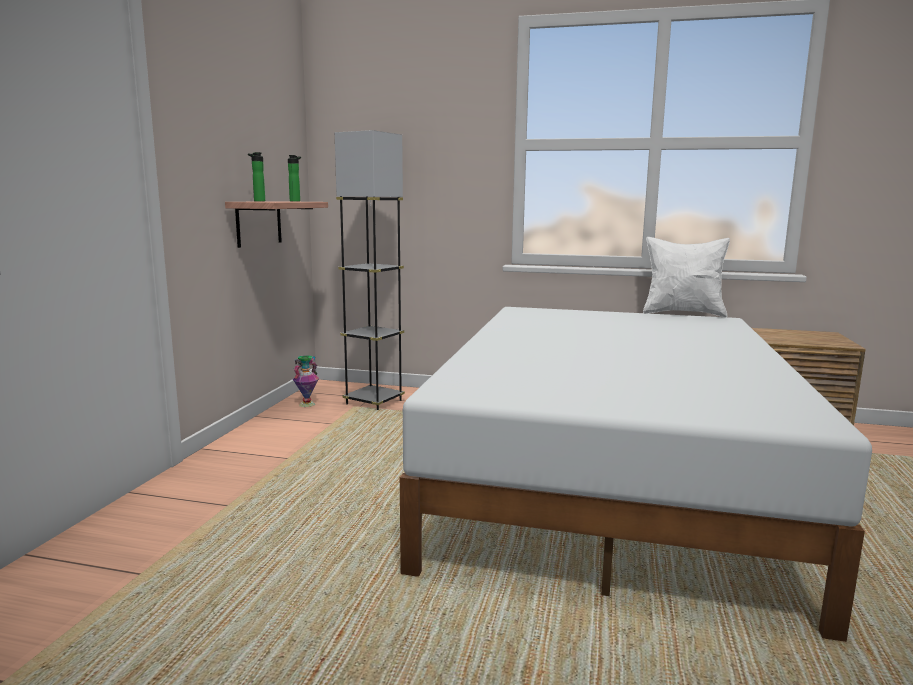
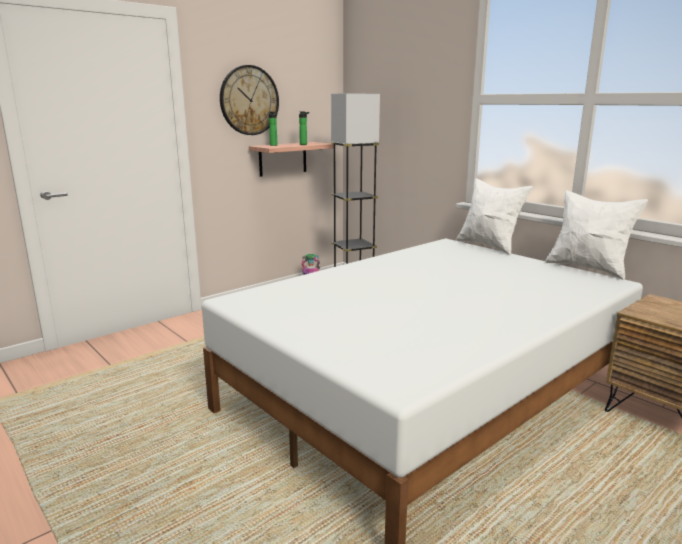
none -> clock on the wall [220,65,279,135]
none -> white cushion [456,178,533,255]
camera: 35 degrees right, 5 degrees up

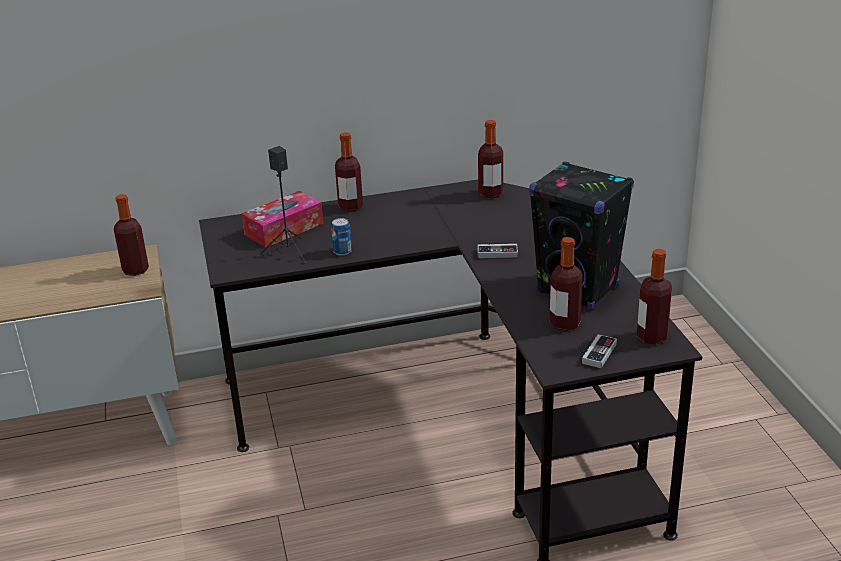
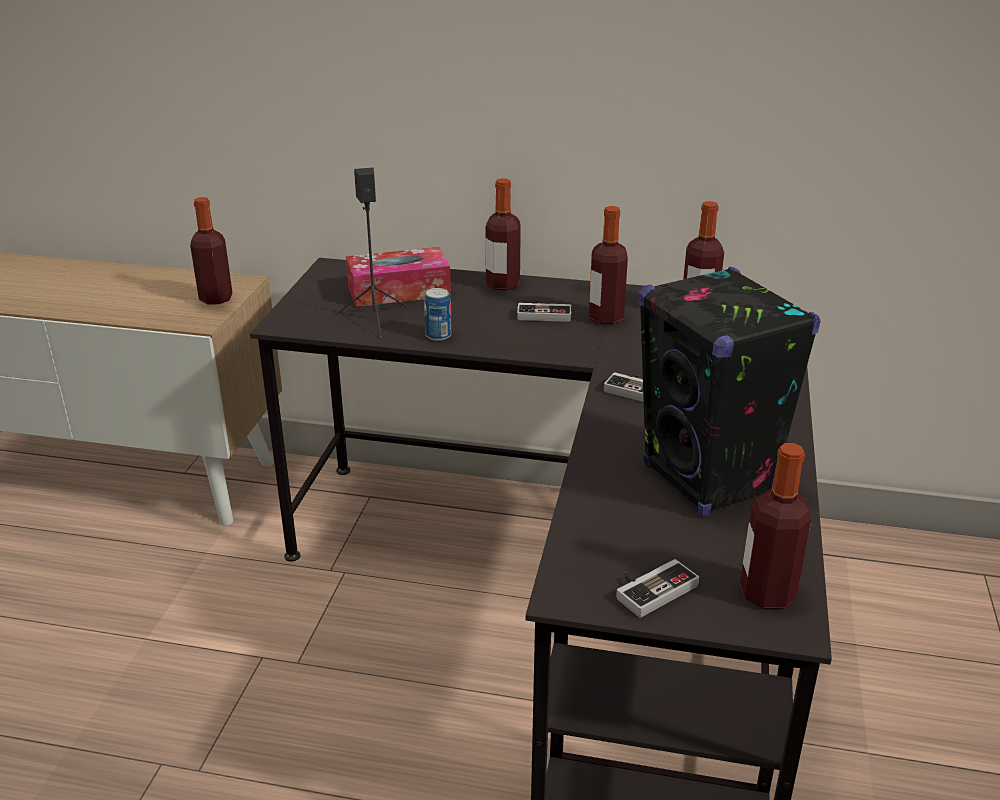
beverage bottle [550,237,583,331] -> beverage bottle [589,206,628,324], move
none -> joypad [517,301,571,322]
camera: 25 degrees right, 0 degrees up

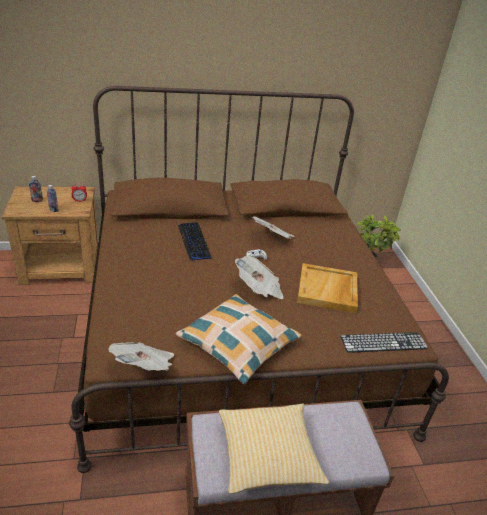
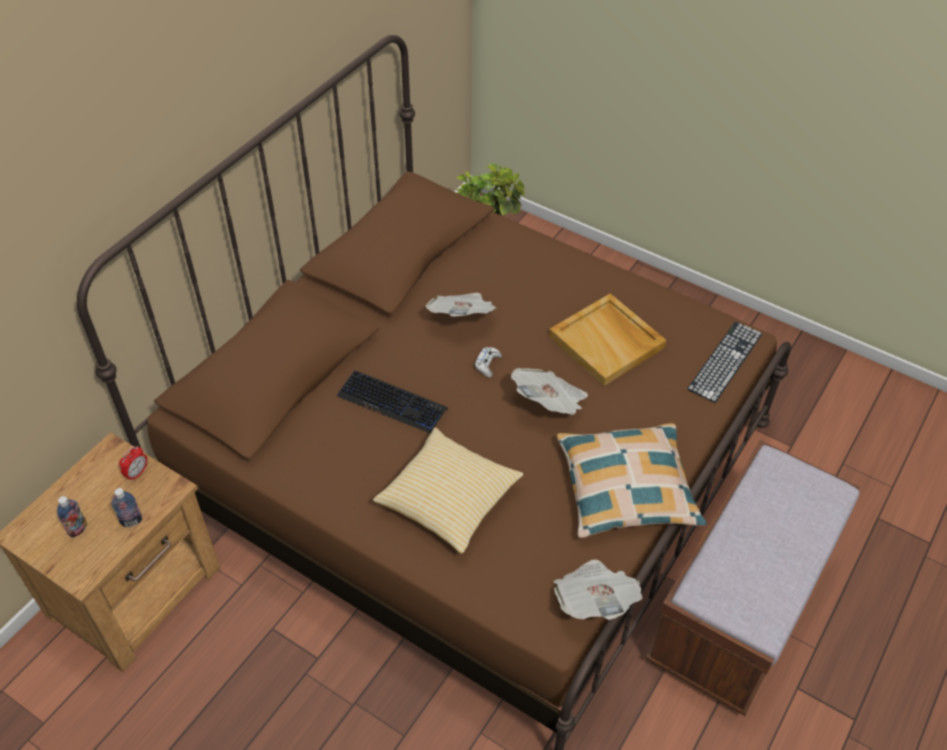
cushion [219,403,329,494] -> cushion [373,427,523,554], move
camera: 45 degrees left, 15 degrees up

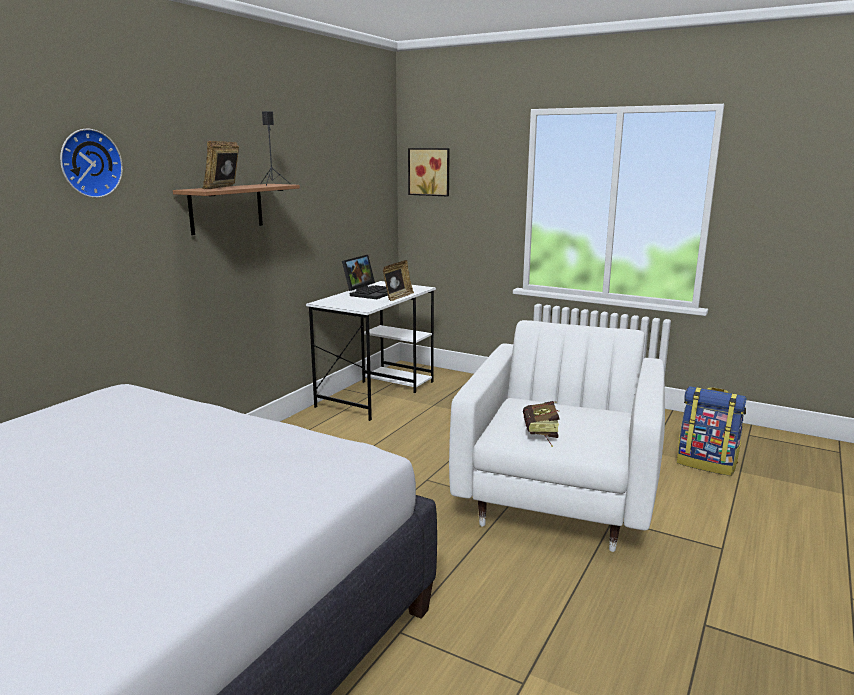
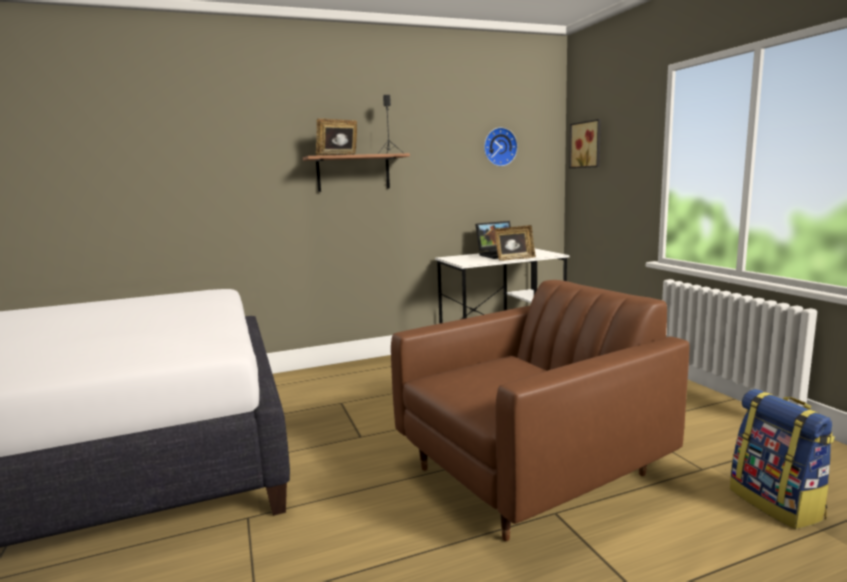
clock on the wall [60,129,123,198] -> clock on the wall [484,127,518,166], move
white armchair [449,320,665,552] -> brownish armchair [391,280,689,541]
bound book [523,401,560,447] -> none
camera: 40 degrees right, 5 degrees down

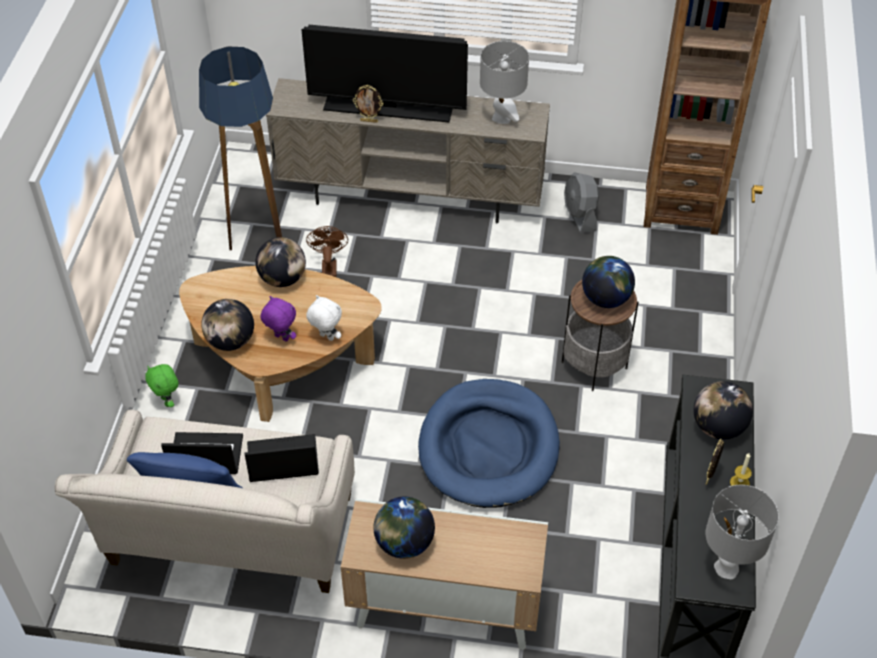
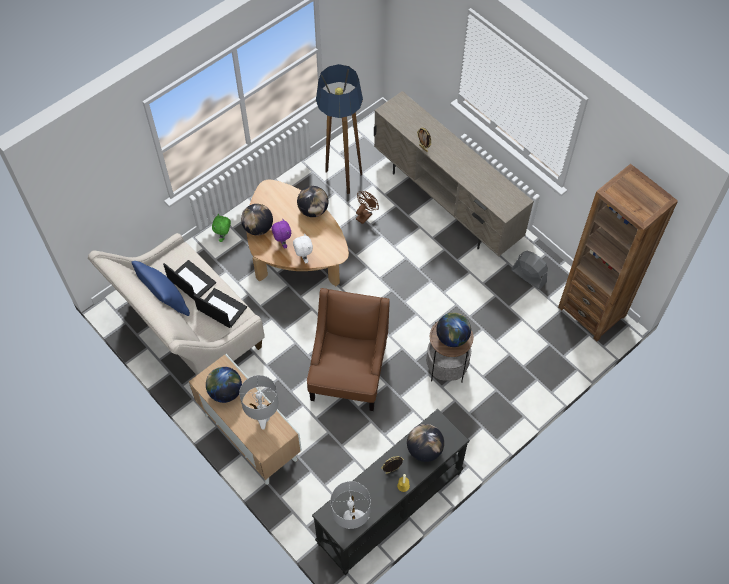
television [301,25,468,122] -> none
blue dog bed [418,379,560,508] -> brownish armchair [307,288,390,411]
grey lamp for a table [480,41,529,124] -> grey lamp for a table [239,375,279,430], move
grey fan [564,172,599,234] -> grey fan [511,251,548,289], 105 degrees clockwise
camera: 40 degrees right, 10 degrees up

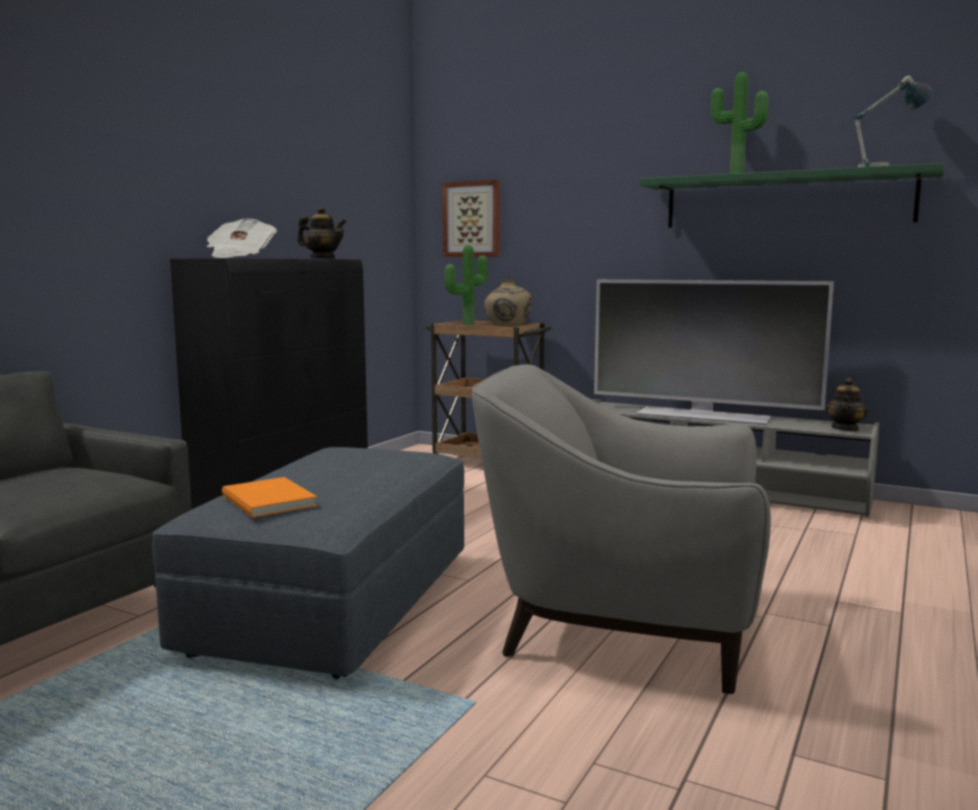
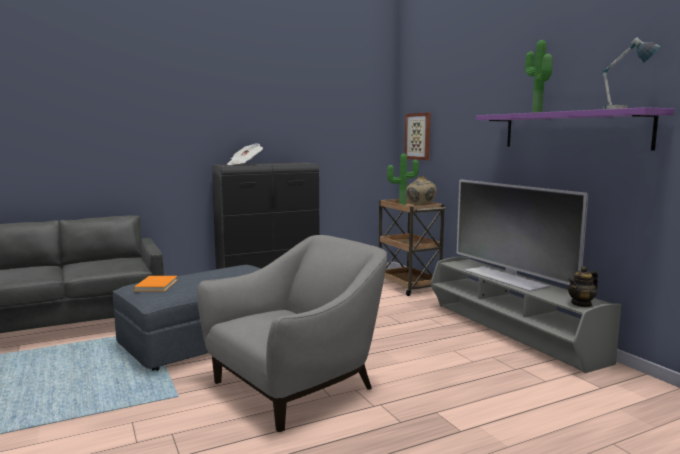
pot for tea [297,206,346,259] -> none
grey armchair [472,364,771,694] -> grey armchair [197,235,387,432], 90 degrees clockwise
green-coloured wall shelf [639,163,945,228] -> purple wall shelf [476,107,674,151]
camera: 35 degrees right, 0 degrees up

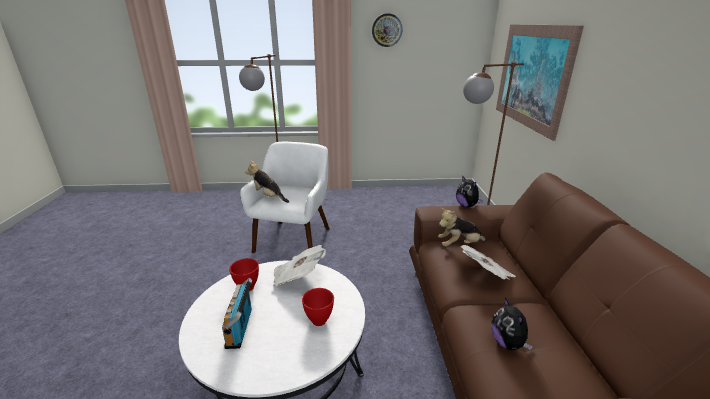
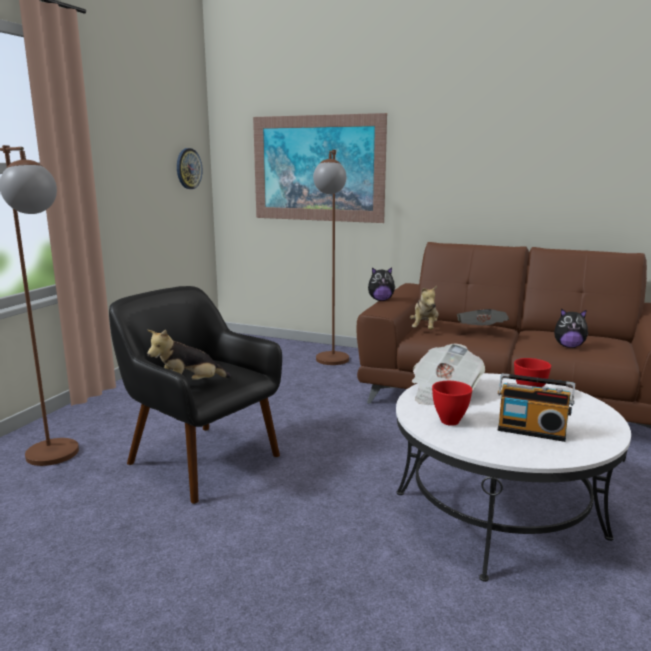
white armchair [240,142,330,253] -> black armchair [109,286,282,504]
clock on the wall [372,13,402,47] -> clock on the wall [177,148,202,189], move
camera: 65 degrees left, 10 degrees down

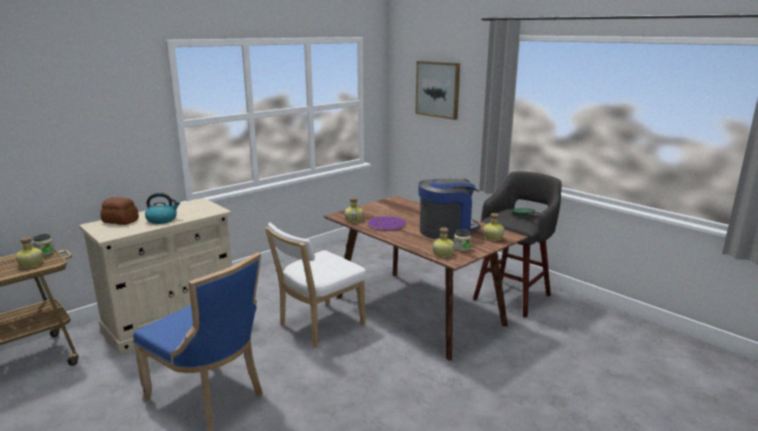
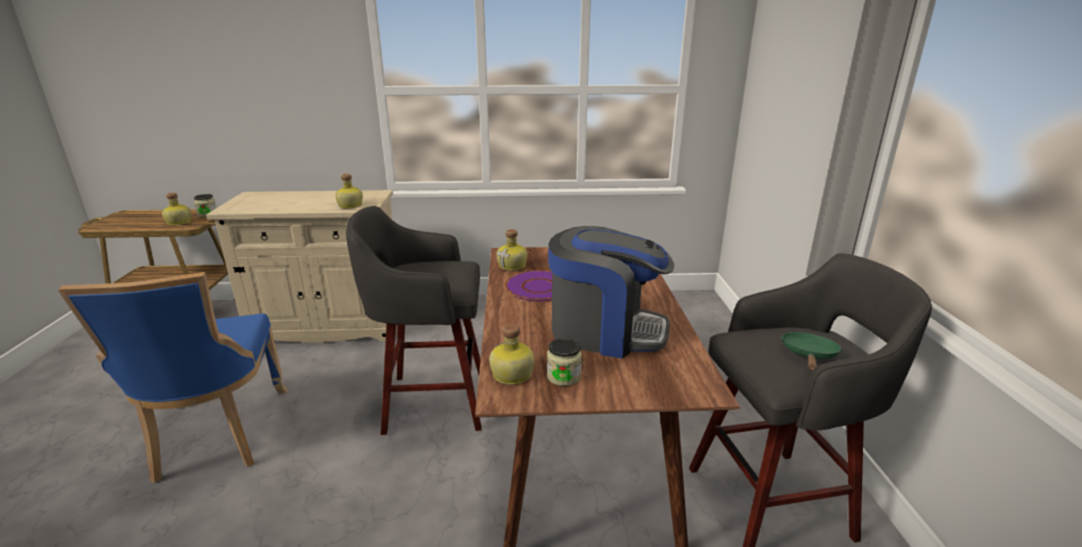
bakery bread [100,197,139,225] -> none
tea kettle [145,193,180,224] -> none
white chair [265,222,367,347] -> grey stool seat [346,206,482,435]
wall art [415,61,460,120] -> none
beverage bottle [483,213,504,241] -> beverage bottle [335,174,363,208], move
camera: 40 degrees right, 5 degrees up

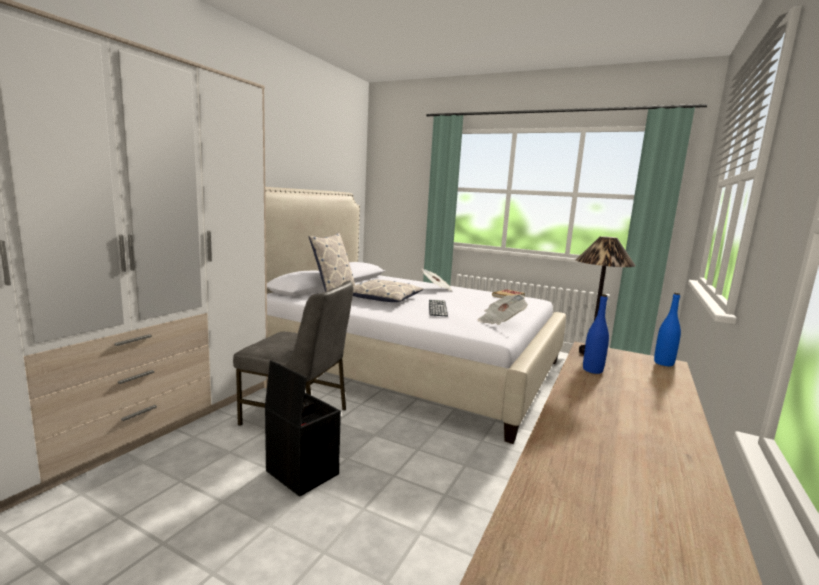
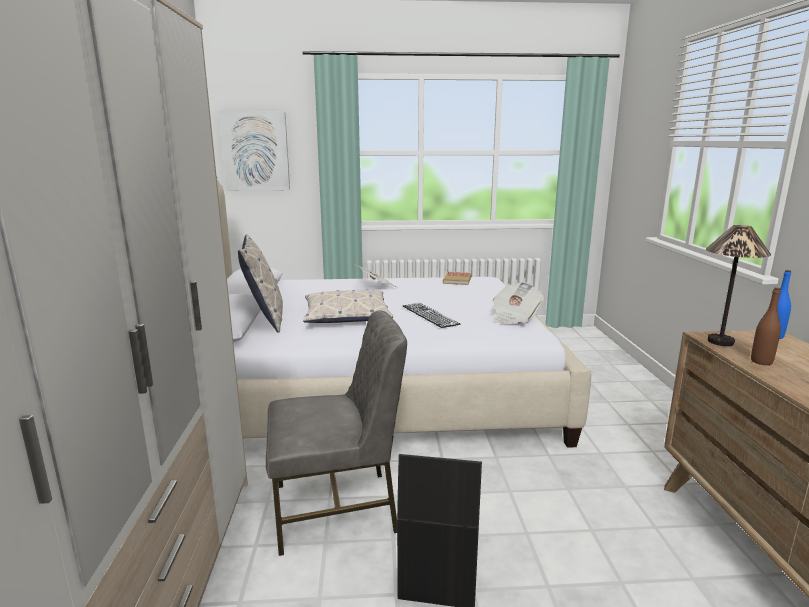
blue beverage bottle [583,294,609,374] -> brownish beverage bottle [751,288,781,365]
none -> wall art [219,111,290,190]
camera: 30 degrees left, 5 degrees up

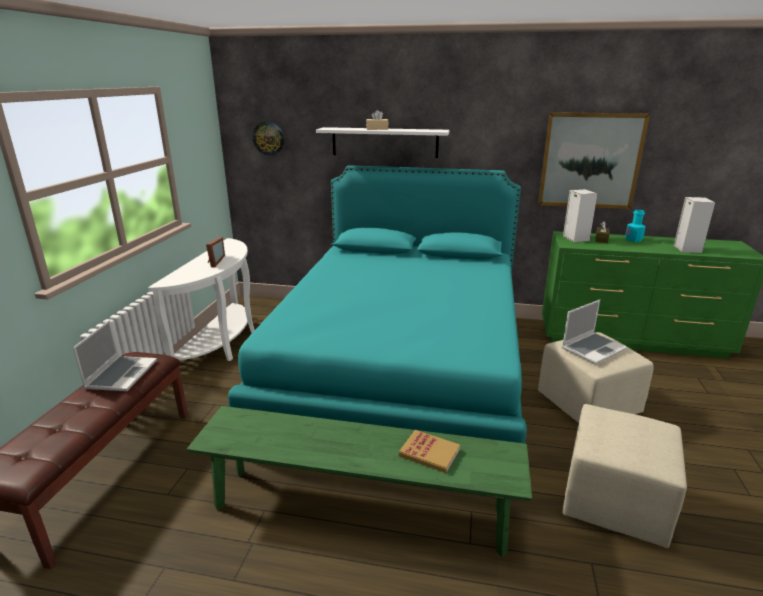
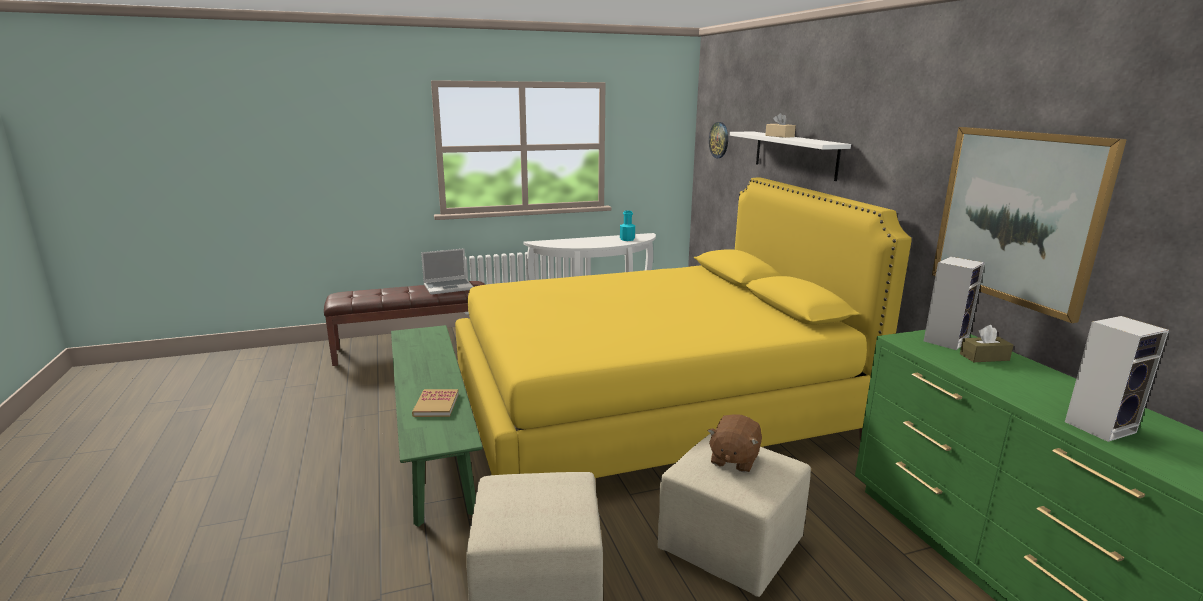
standing frame [206,237,225,267] -> none
turquoise bed [228,165,527,443] -> yellow-coloured bed [455,177,912,478]
laptop [562,300,627,364] -> brownish cuddly toy [708,414,762,473]
turquoise beverage bottle [625,210,646,242] -> turquoise beverage bottle [620,211,635,241], move
camera: 60 degrees right, 5 degrees down

